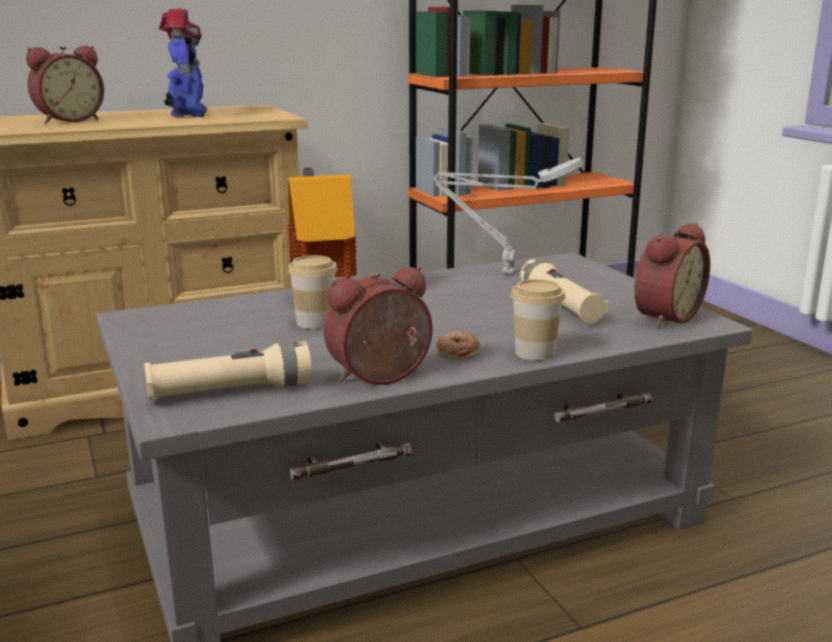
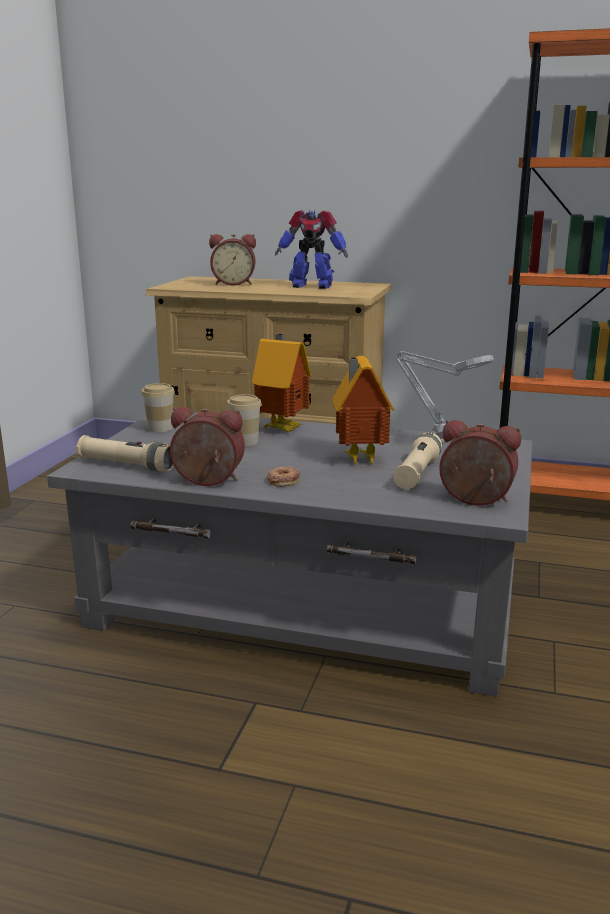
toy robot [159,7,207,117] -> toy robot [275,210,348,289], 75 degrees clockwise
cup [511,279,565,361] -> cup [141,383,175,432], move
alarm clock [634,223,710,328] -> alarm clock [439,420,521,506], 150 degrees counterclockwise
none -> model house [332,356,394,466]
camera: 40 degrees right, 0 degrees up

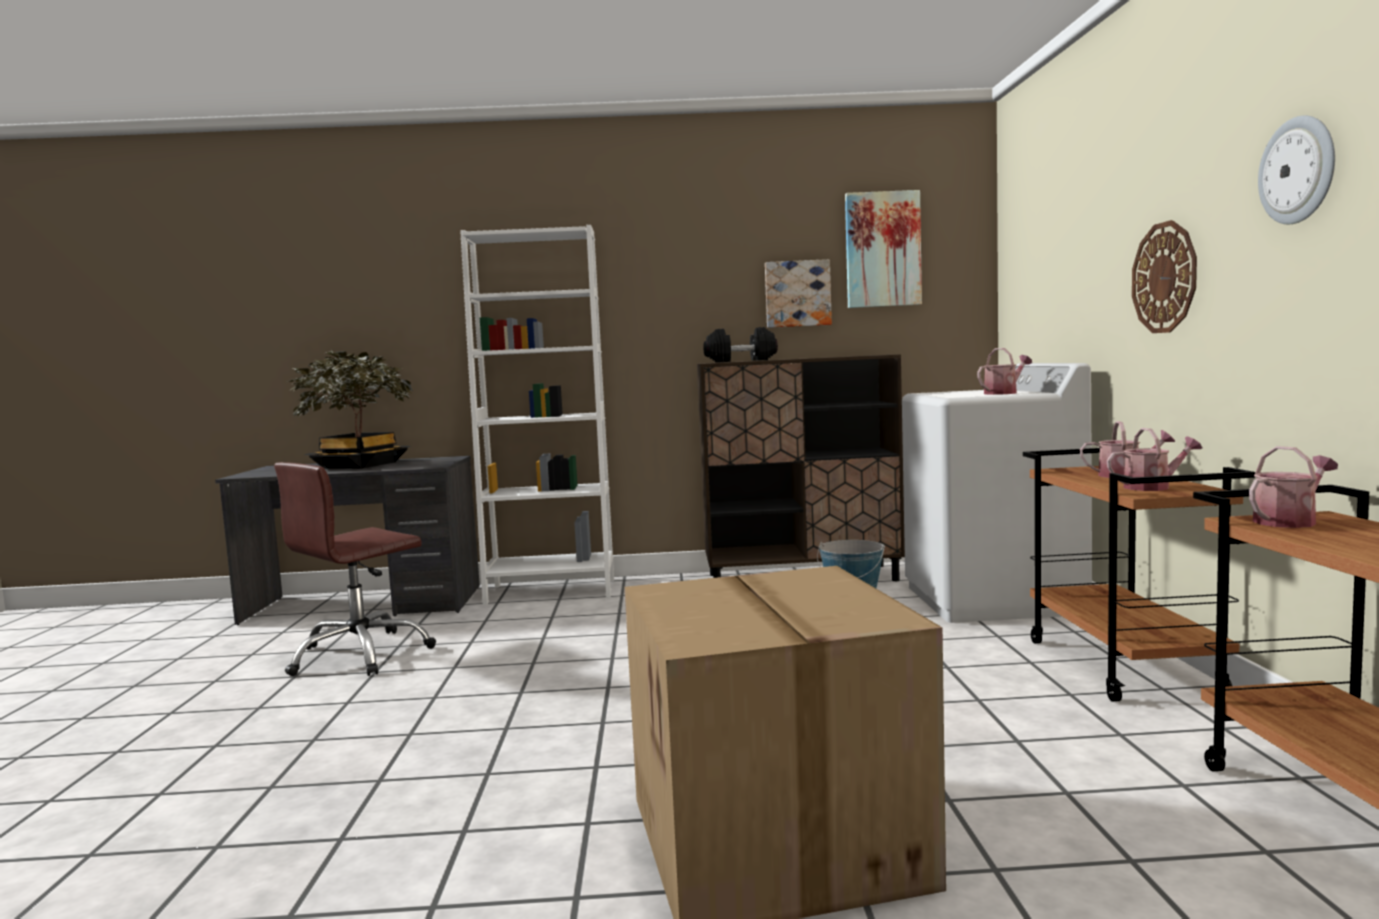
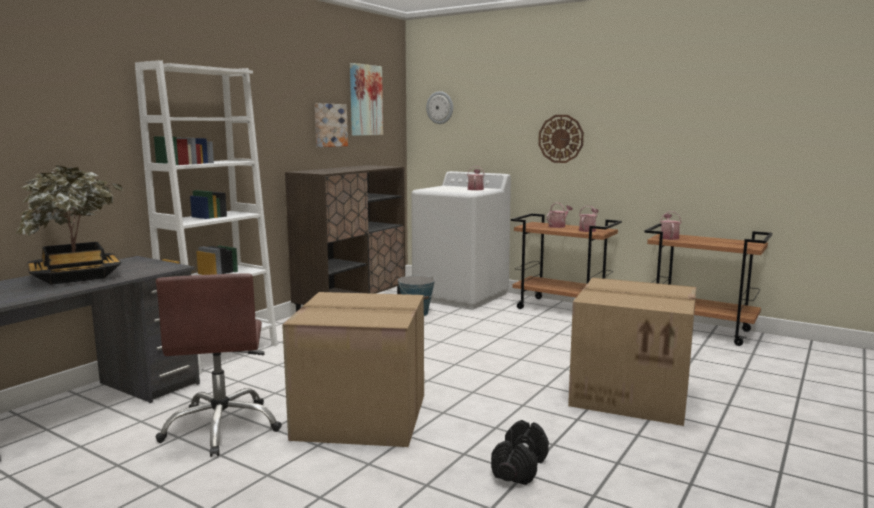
black hand weight [704,327,778,362] -> black hand weight [491,420,549,485], move
clock on the wall [1258,115,1335,224] -> clock on the wall [426,91,453,124], move
none -> carton [282,292,424,447]
camera: 55 degrees left, 5 degrees up

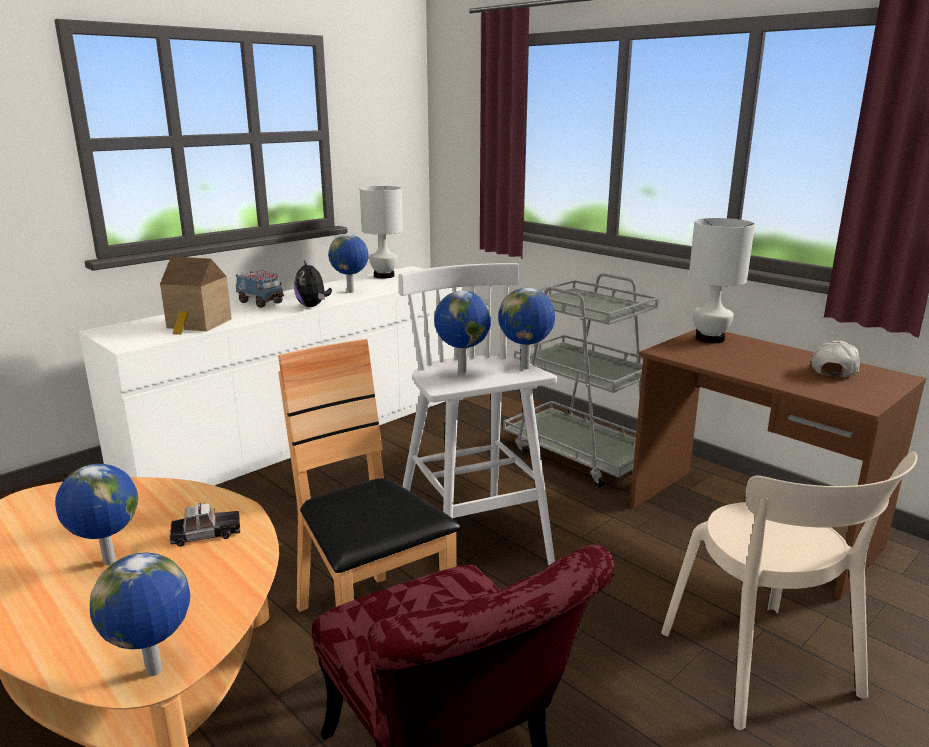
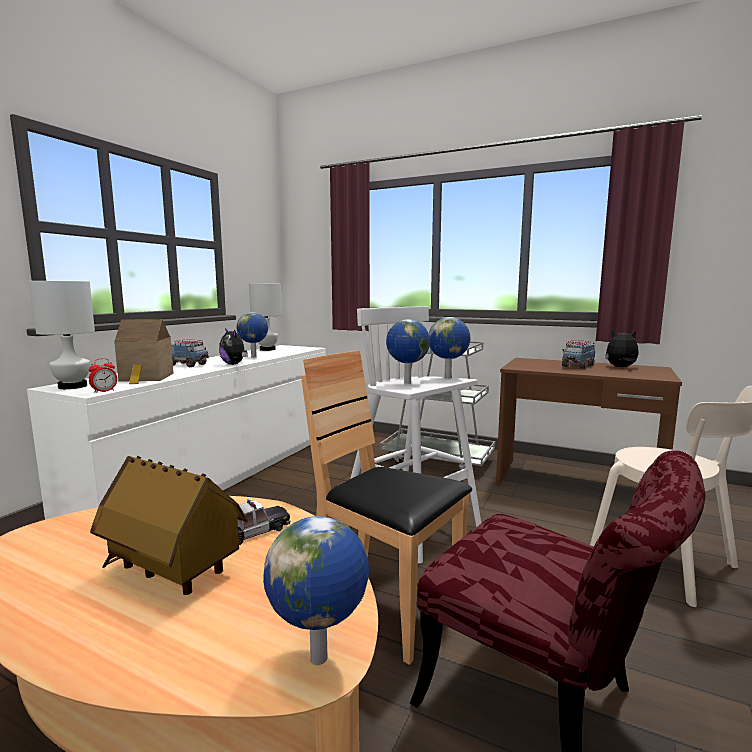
desk globe [55,464,138,565] -> model house [90,456,248,595]
white lamp for a table [689,218,755,343] -> white lamp for a table [29,281,95,389], move
white cap [811,341,860,377] -> cuddly toy [605,330,639,367]
none -> alarm clock [89,358,117,393]
none -> model truck [562,340,595,369]
camera: 20 degrees left, 10 degrees down

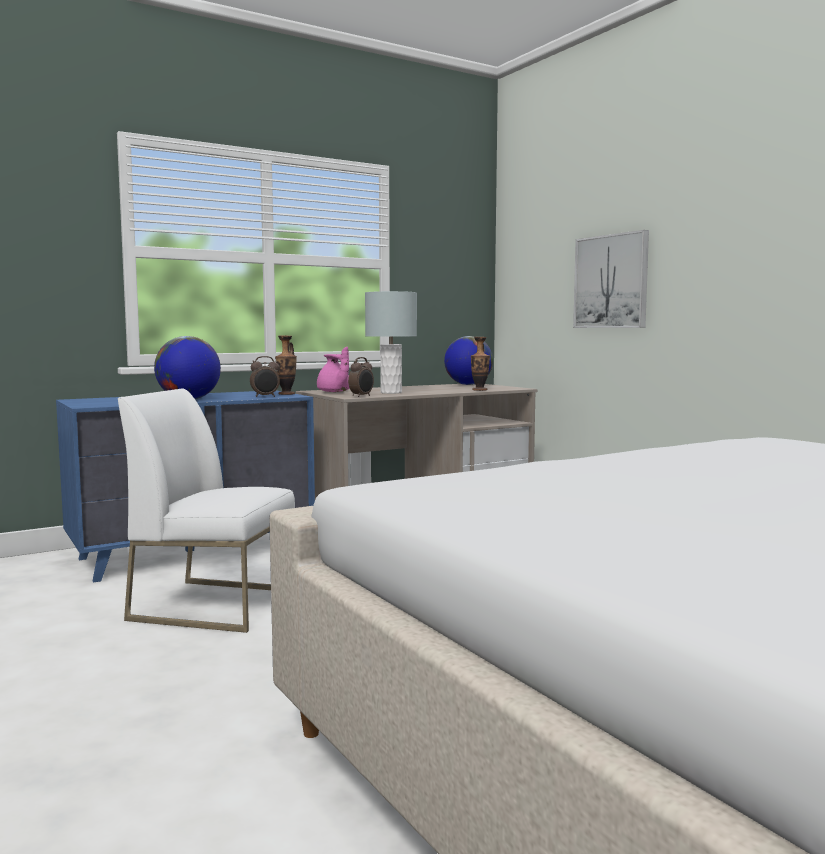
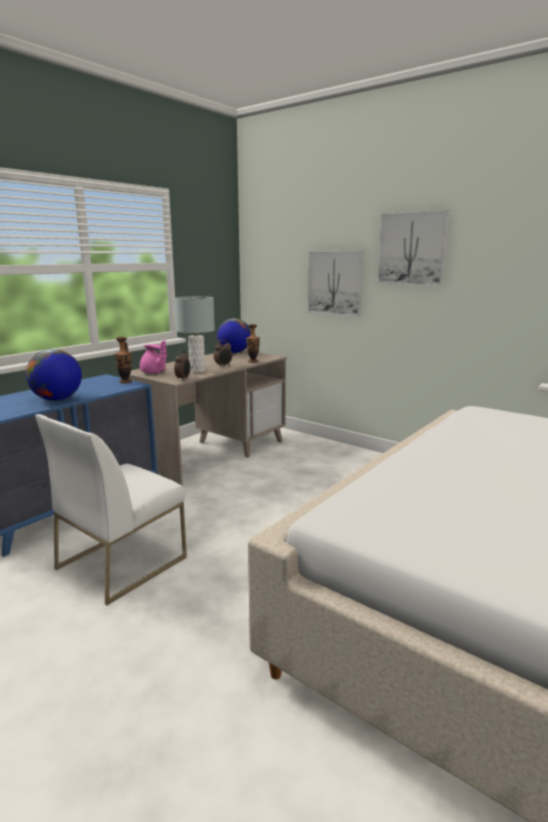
white chair [118,388,295,633] -> white chair [35,414,187,605], 45 degrees counterclockwise
alarm clock [250,356,280,397] -> alarm clock [214,340,232,366], move
none -> wall art [377,210,450,286]
camera: 20 degrees left, 10 degrees up

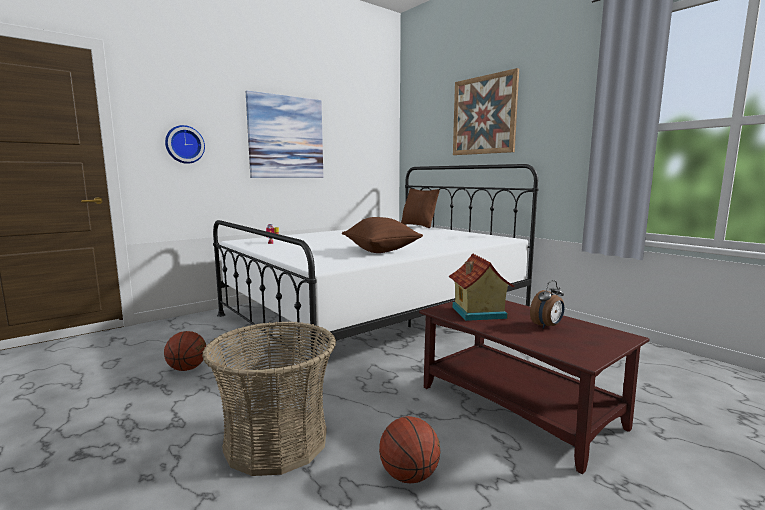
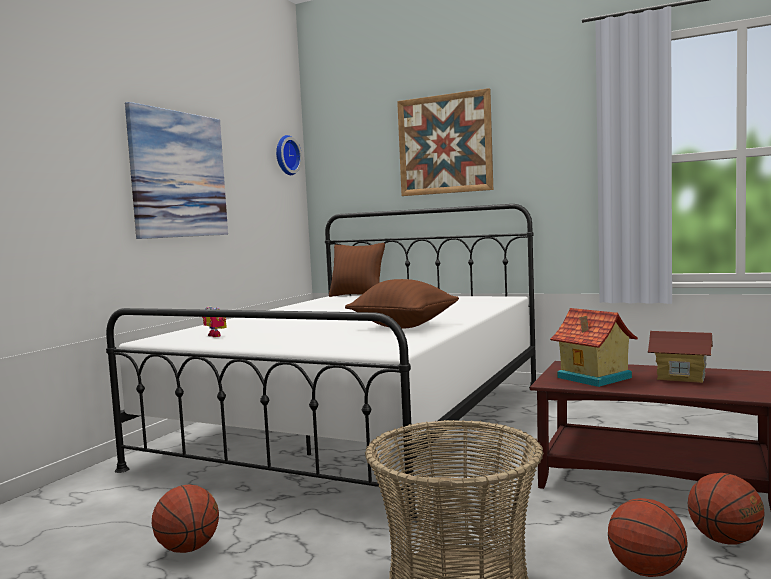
clock on the wall [165,125,205,164] -> clock on the wall [276,135,302,175], move
alarm clock [530,280,564,329] -> model house [648,331,713,383]
none -> ball for basketball [687,473,765,545]
camera: 25 degrees left, 5 degrees down

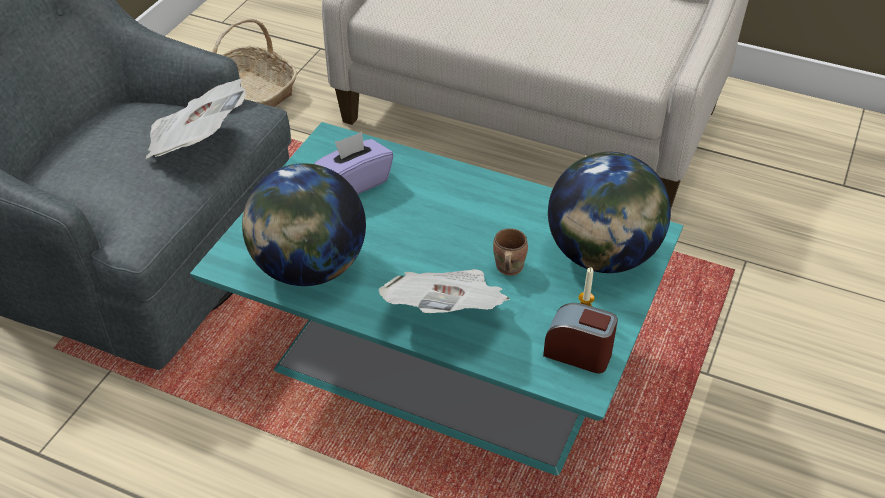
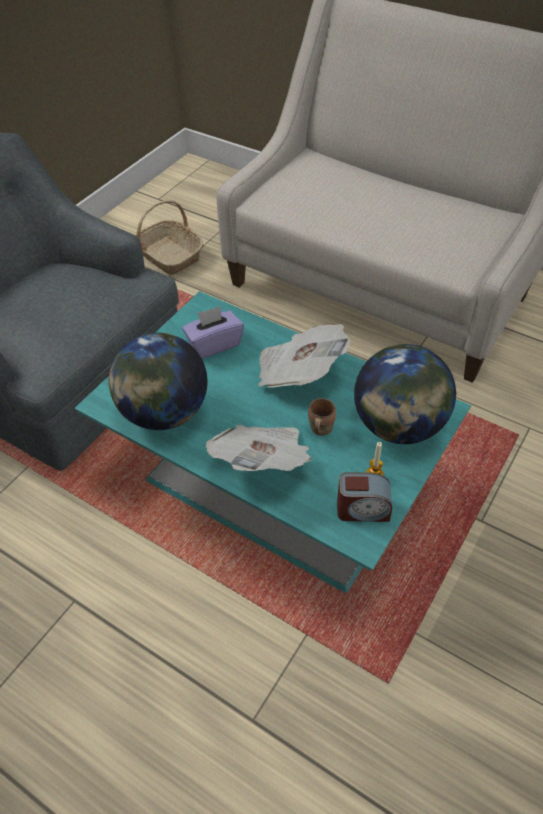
daily paper [146,79,246,159] -> daily paper [258,324,350,388], move
alarm clock [543,303,618,373] -> alarm clock [337,472,392,522], 150 degrees clockwise
camera: 10 degrees right, 5 degrees up

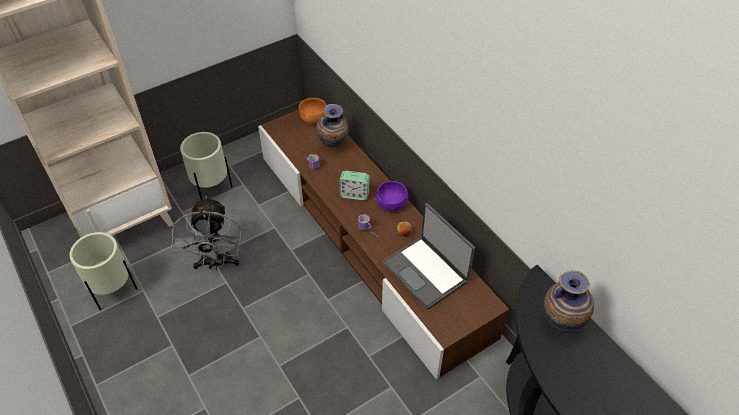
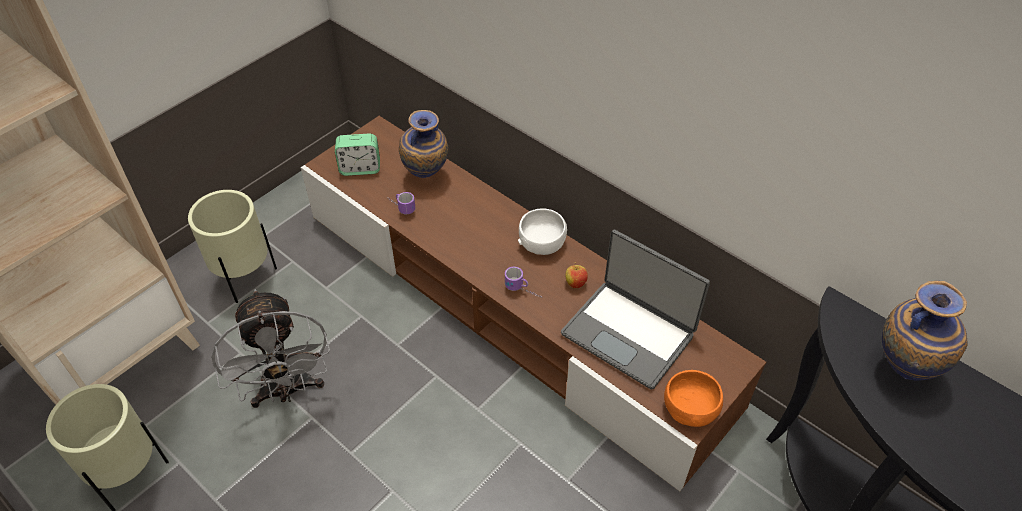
orange-coloured bowl [299,98,326,124] -> orange-coloured bowl [664,370,723,427], move
alarm clock [339,171,370,200] -> alarm clock [335,133,380,176], move
purple bowl [375,181,408,212] -> white bowl [518,208,567,255]
camera: 15 degrees left, 0 degrees up

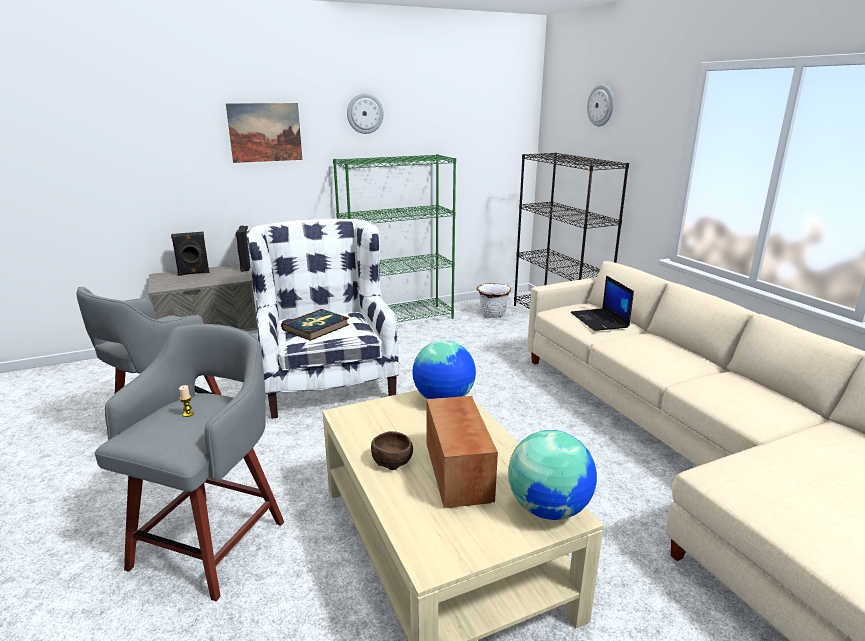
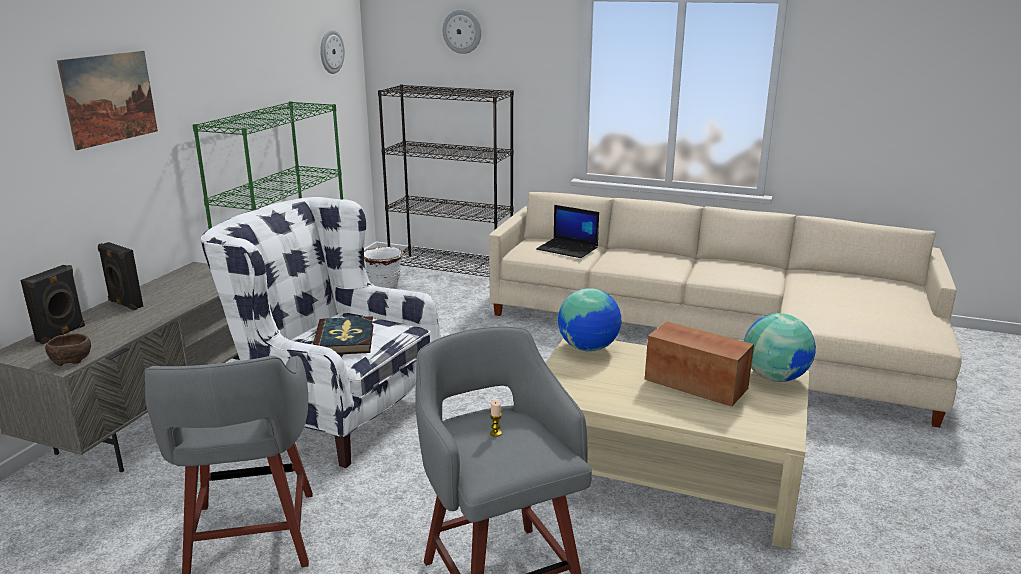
clock on the wall [347,93,384,134] -> clock on the wall [320,29,345,74], move
brownish bowl [371,431,413,470] -> brownish bowl [45,334,91,366], move
camera: 45 degrees left, 0 degrees up

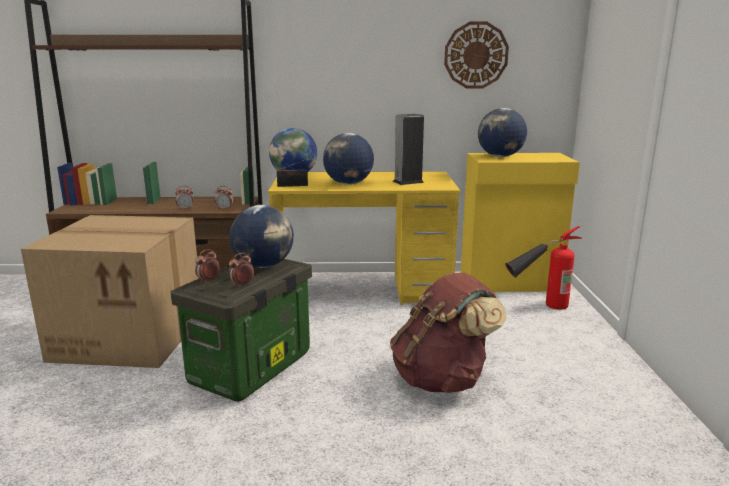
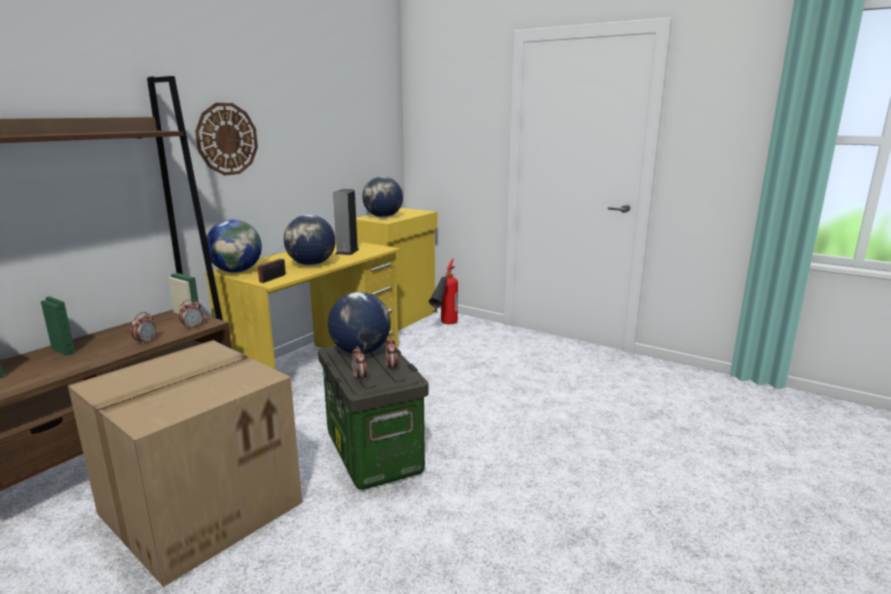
brownish backpack [390,272,507,393] -> none
clock on the wall [444,21,509,88] -> clock on the wall [195,103,258,176], move
camera: 55 degrees left, 0 degrees up

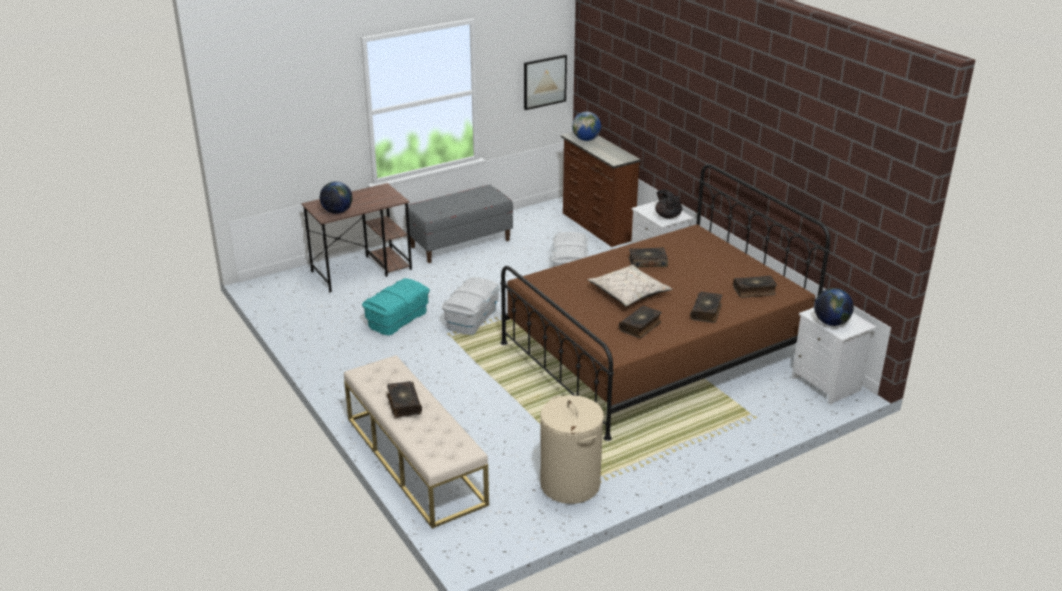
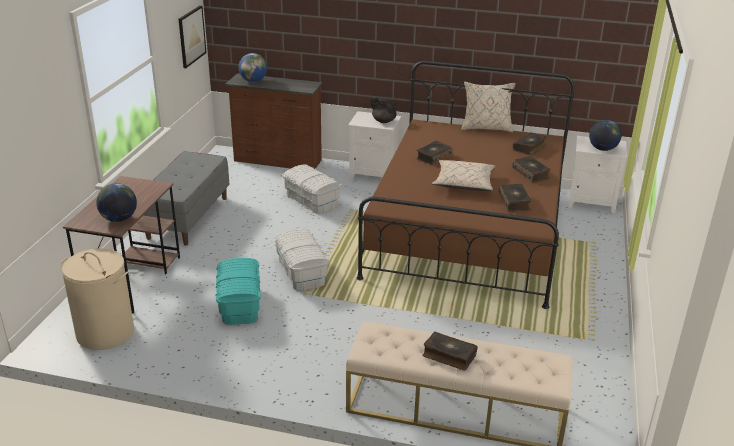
beige laundry basket [540,395,604,504] -> beige laundry basket [61,249,134,350], move
none -> beige cushion [461,82,516,132]
camera: 45 degrees left, 0 degrees up

